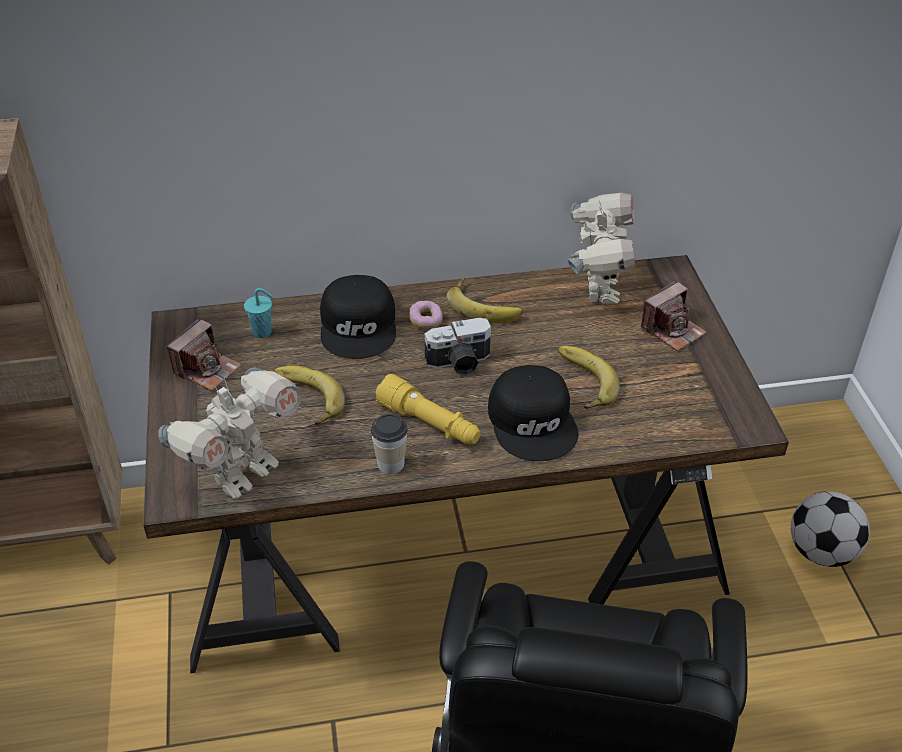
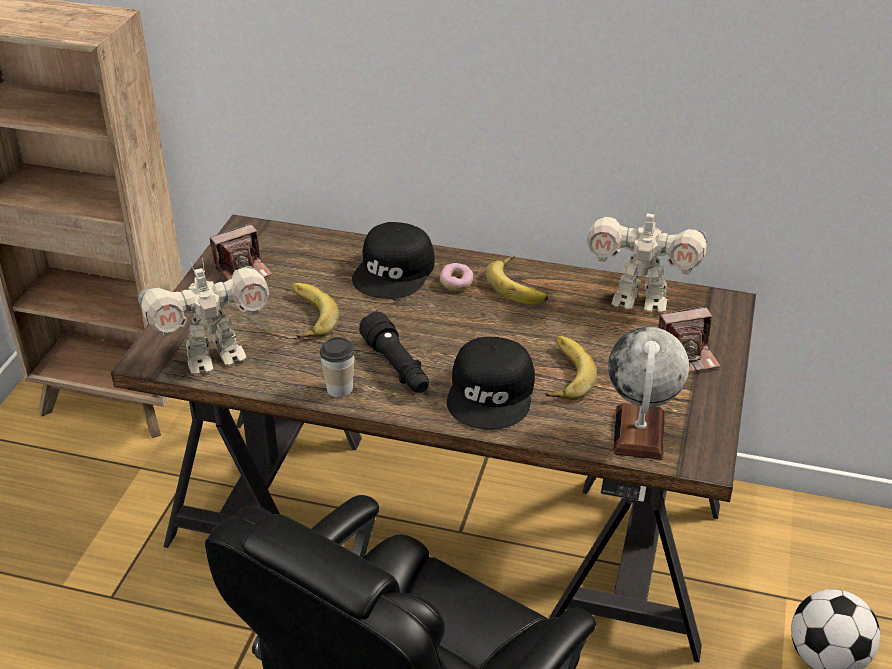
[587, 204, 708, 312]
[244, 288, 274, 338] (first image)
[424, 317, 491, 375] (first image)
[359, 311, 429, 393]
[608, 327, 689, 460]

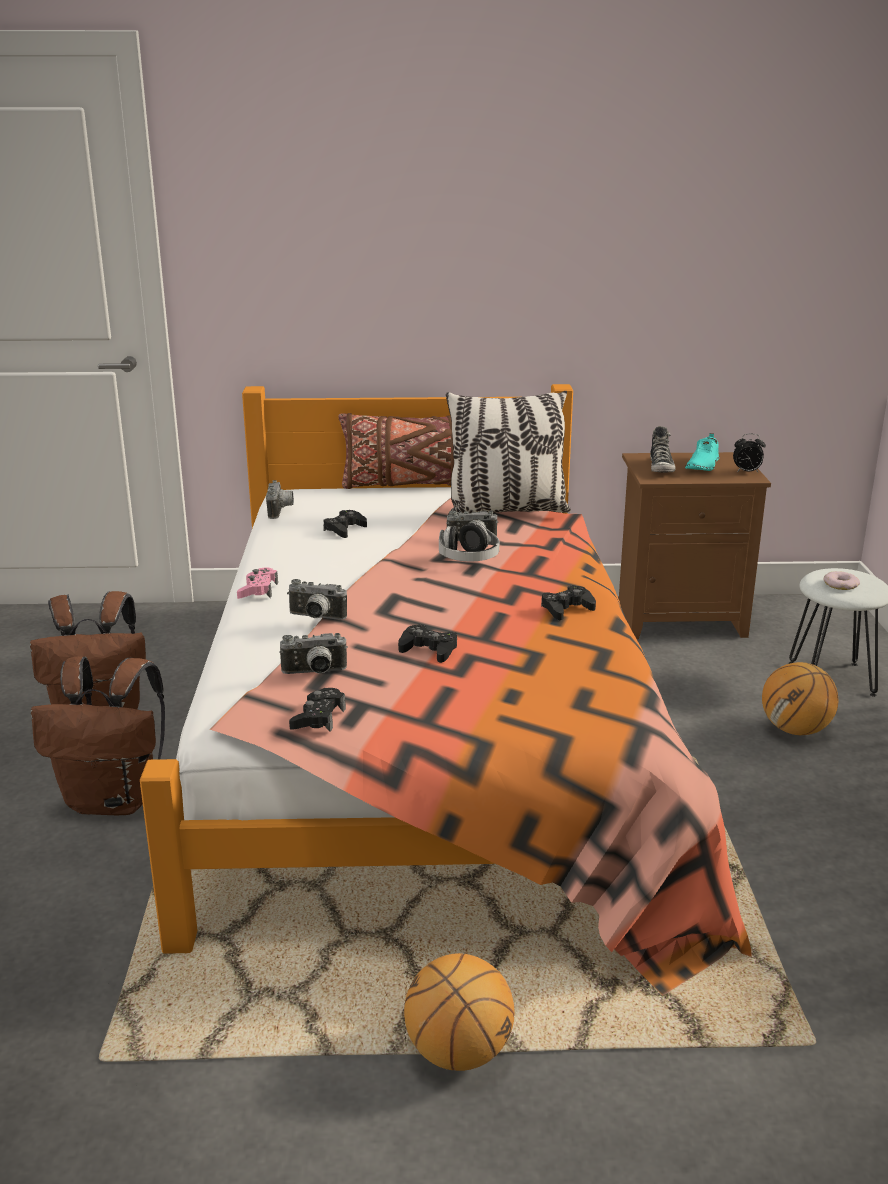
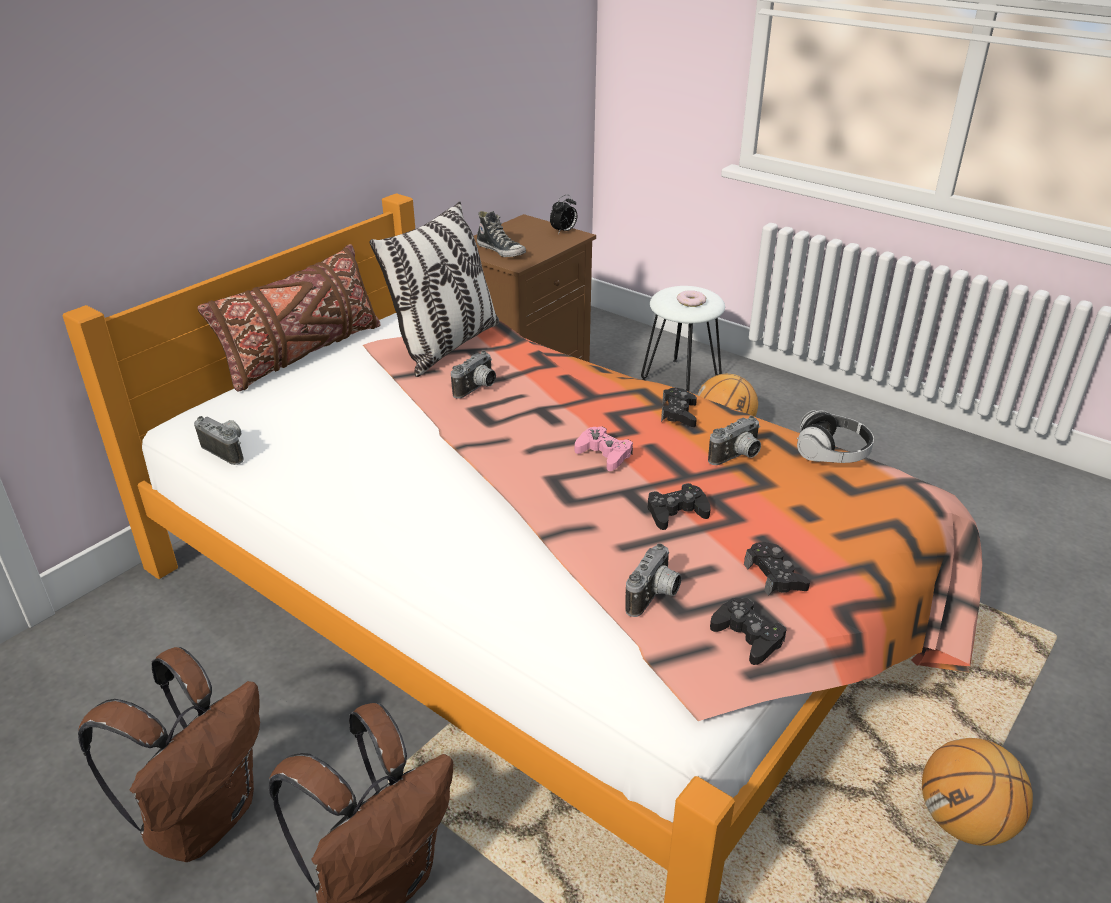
[685, 433, 719, 471] (first image)
[744, 542, 810, 596]
[797, 410, 874, 463]
[575, 426, 633, 471]
[708, 416, 761, 465]

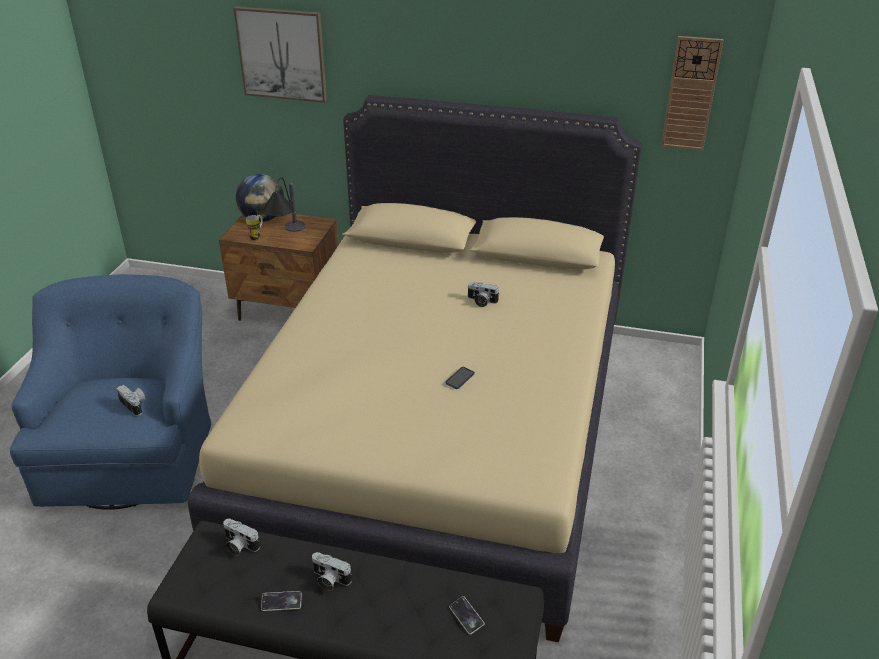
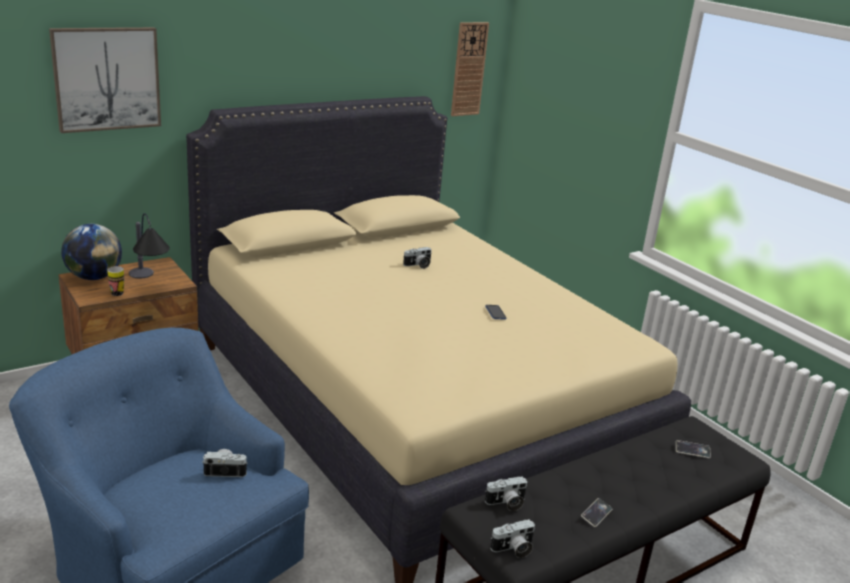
[490, 519, 535, 558]

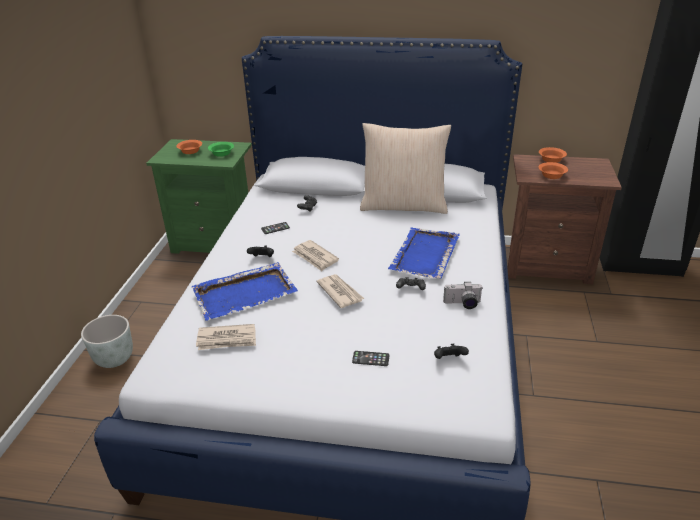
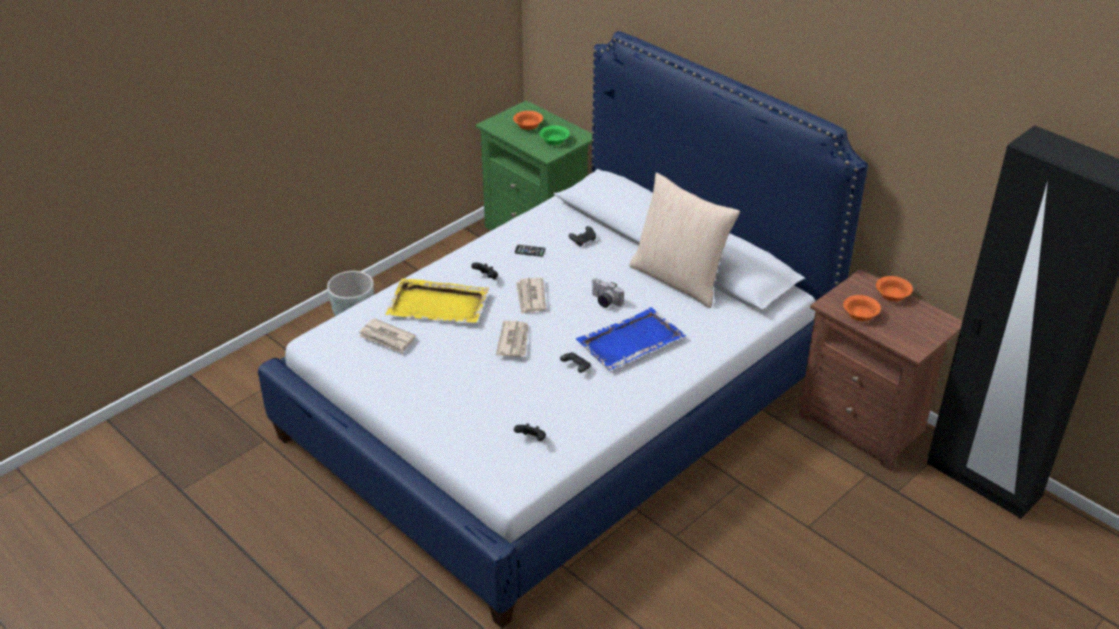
[385, 279, 489, 323]
[592, 278, 624, 308]
[352, 351, 390, 366] (first image)

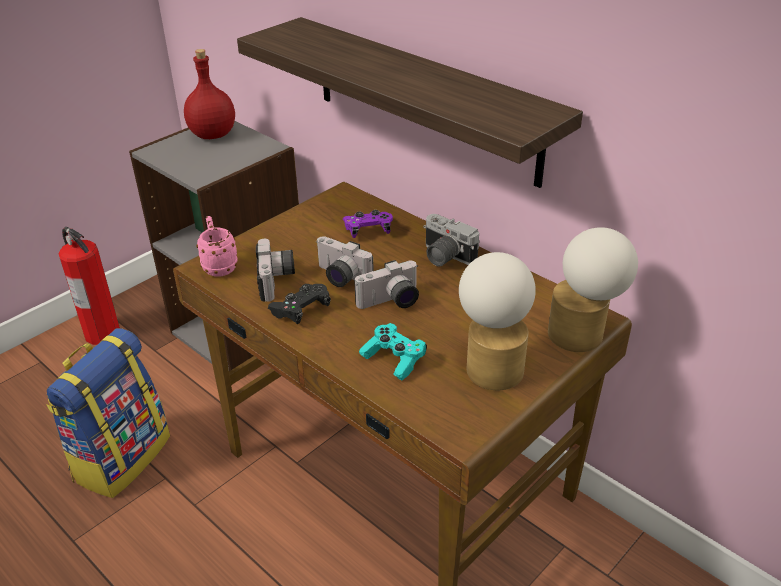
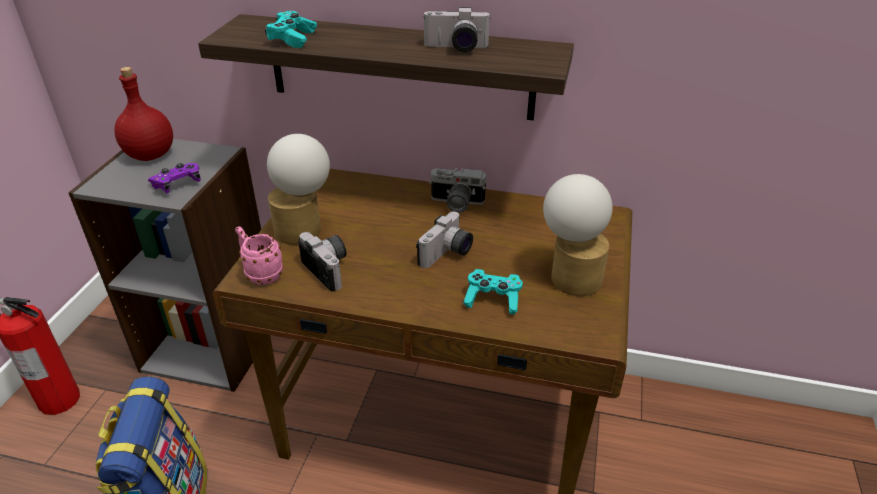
[148, 163, 200, 194]
[267, 134, 330, 245]
[423, 7, 491, 52]
[268, 284, 331, 324] (first image)
[265, 11, 317, 48]

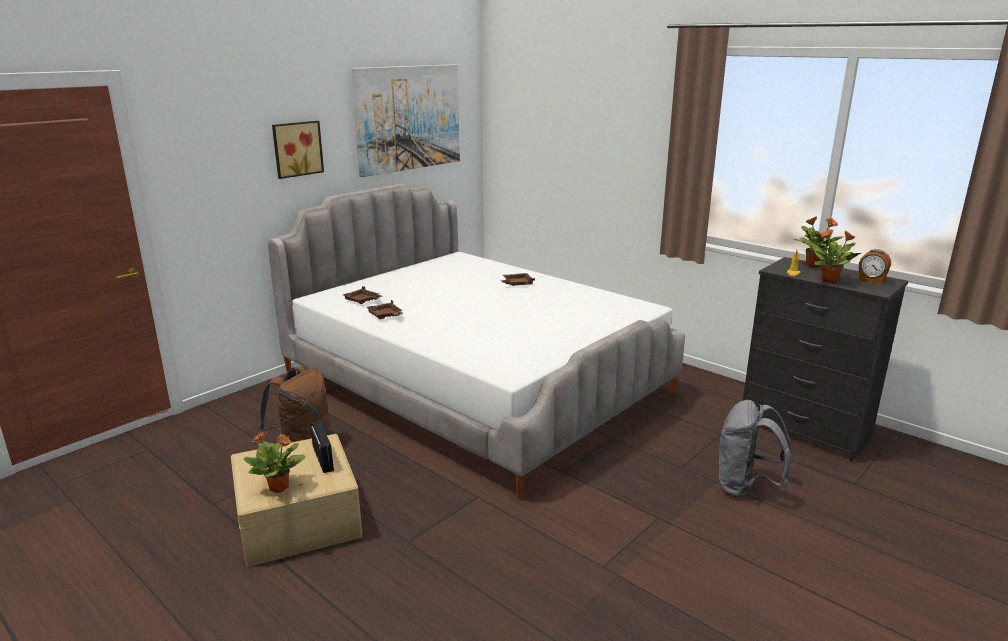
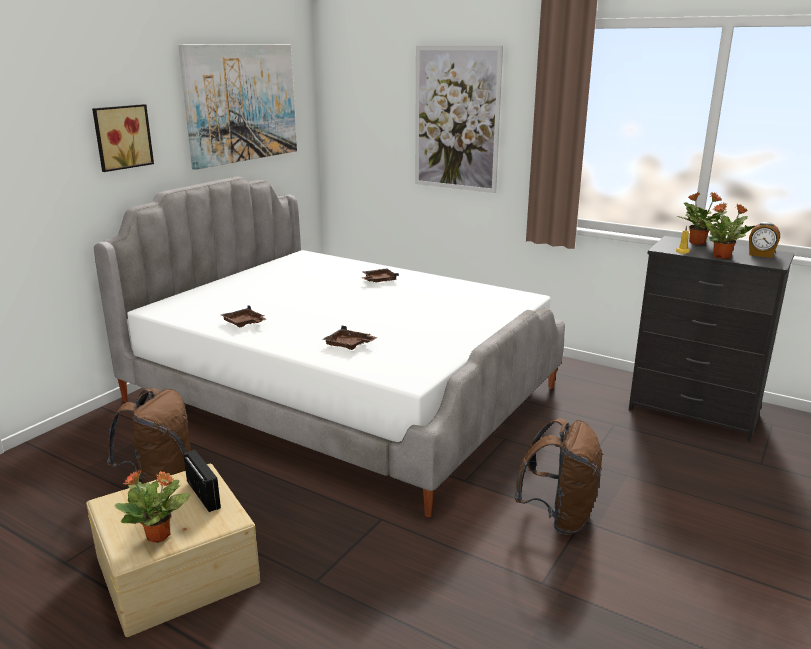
[323, 326, 377, 350]
[719, 400, 791, 498] (first image)
[415, 46, 503, 193]
[514, 418, 604, 535]

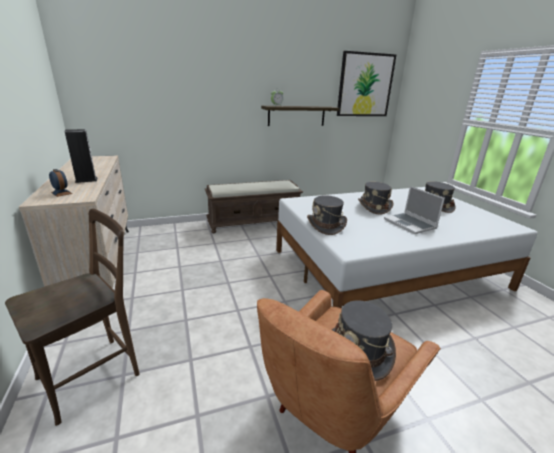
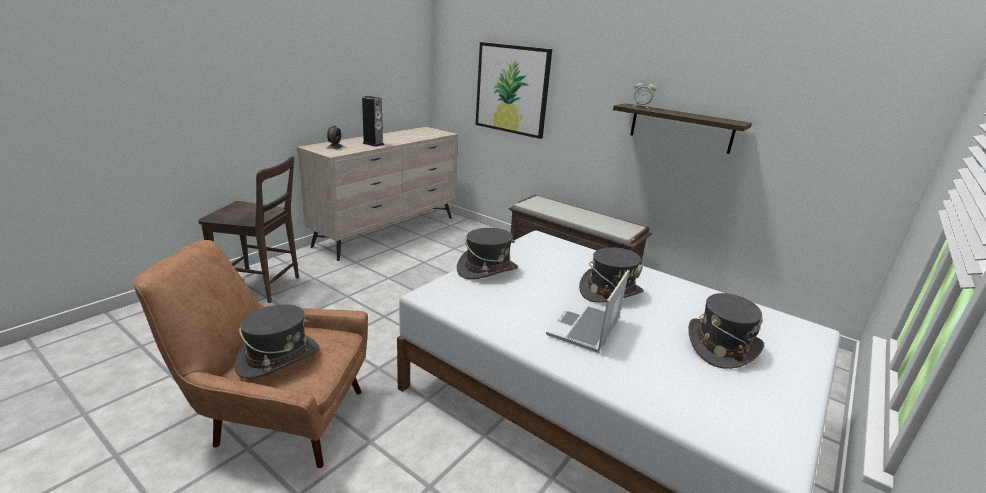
[476, 42, 552, 139]

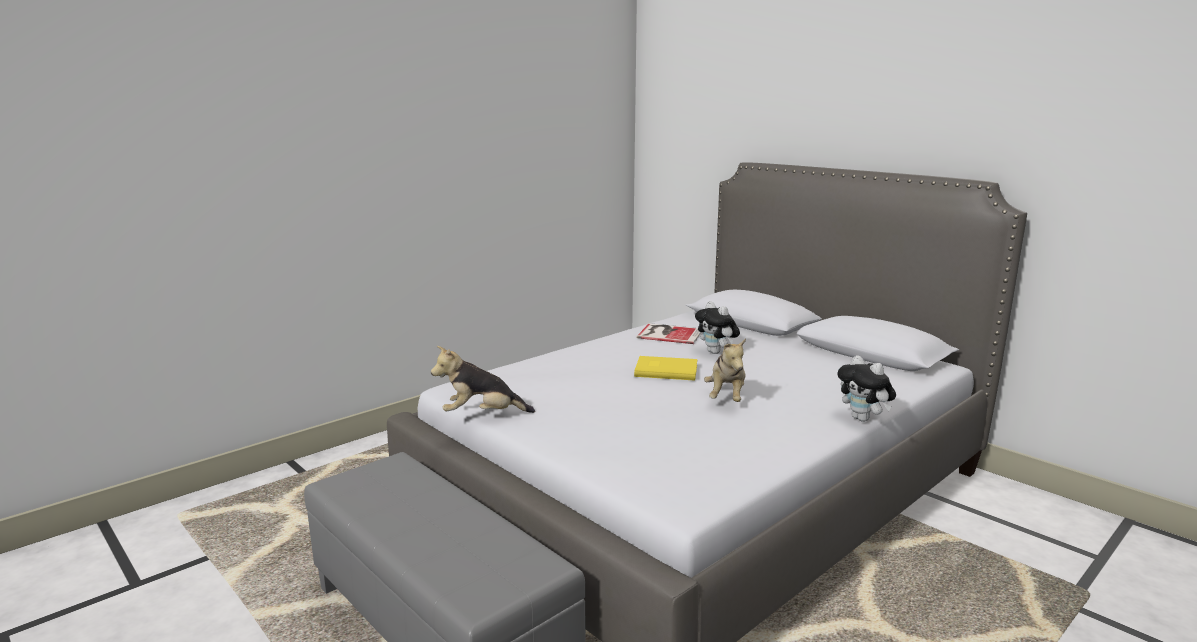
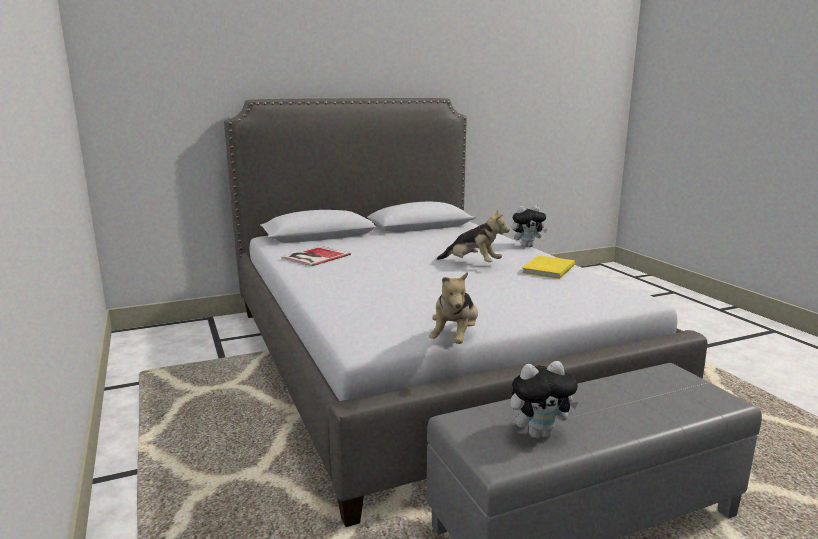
[510, 361, 578, 438]
[522, 255, 575, 279]

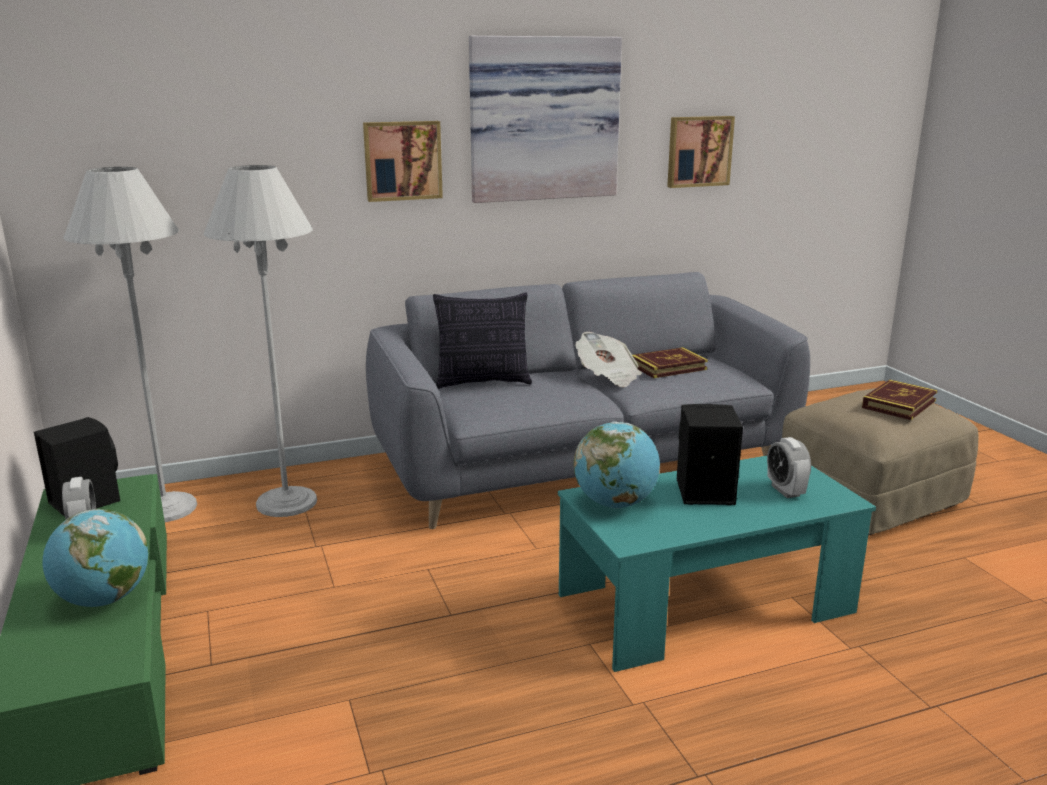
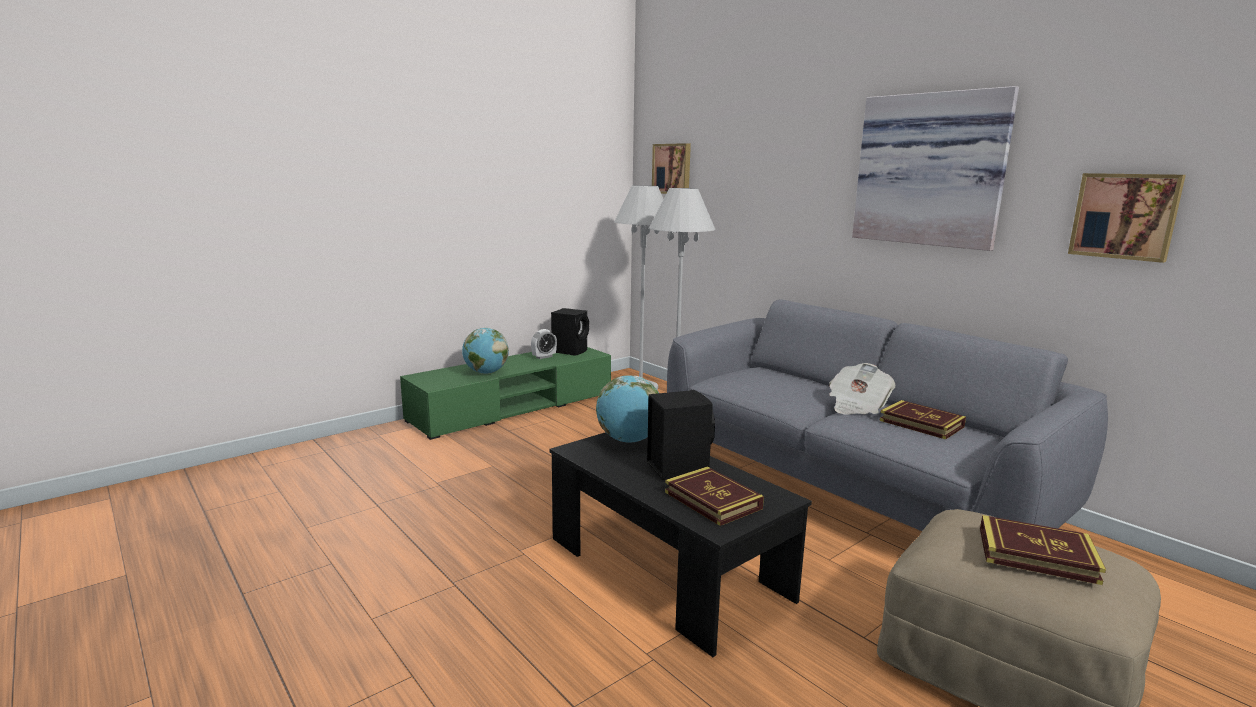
[652, 143, 691, 194]
[433, 293, 532, 389] (first image)
[665, 467, 764, 526]
[549, 432, 812, 657]

